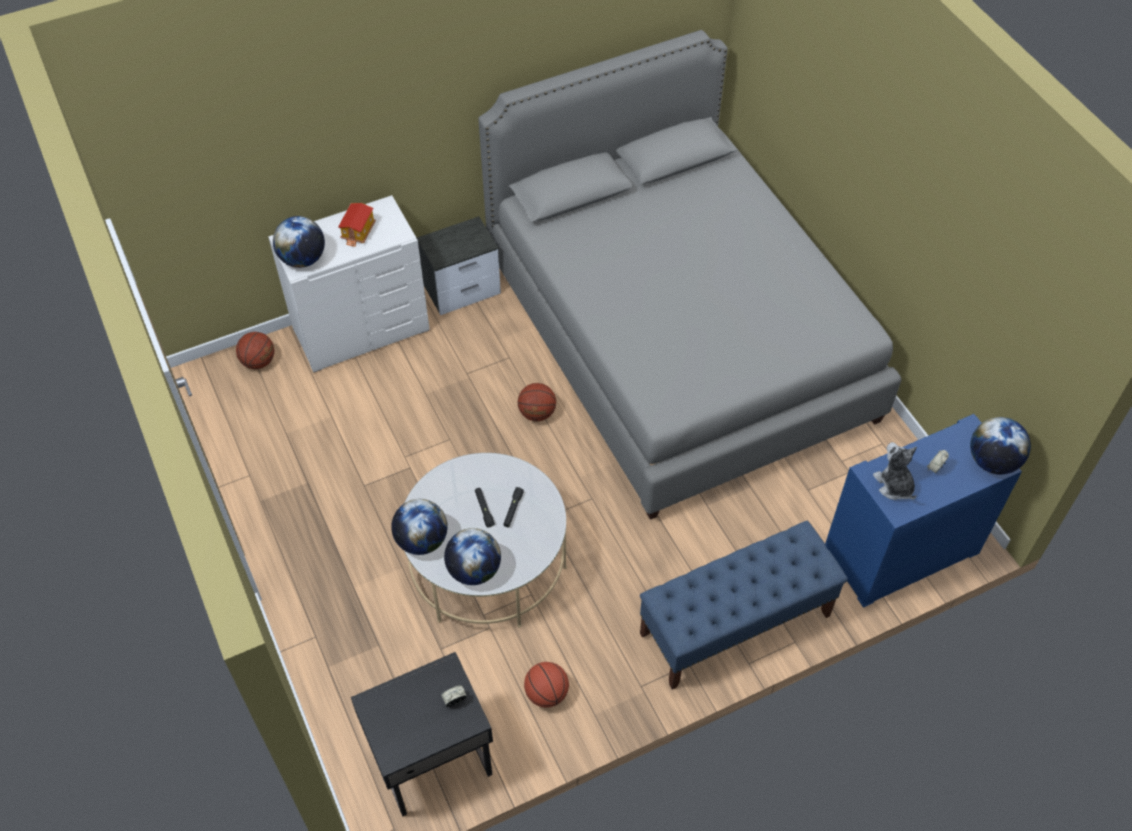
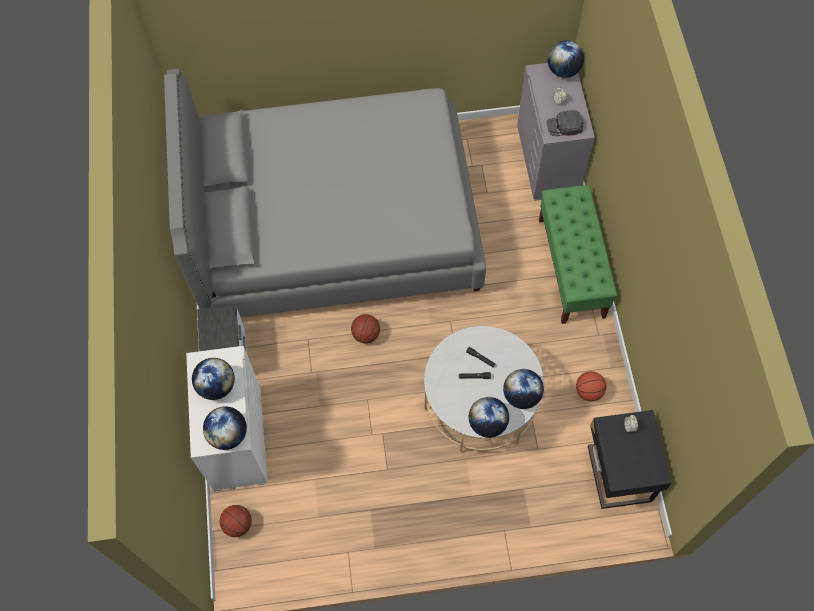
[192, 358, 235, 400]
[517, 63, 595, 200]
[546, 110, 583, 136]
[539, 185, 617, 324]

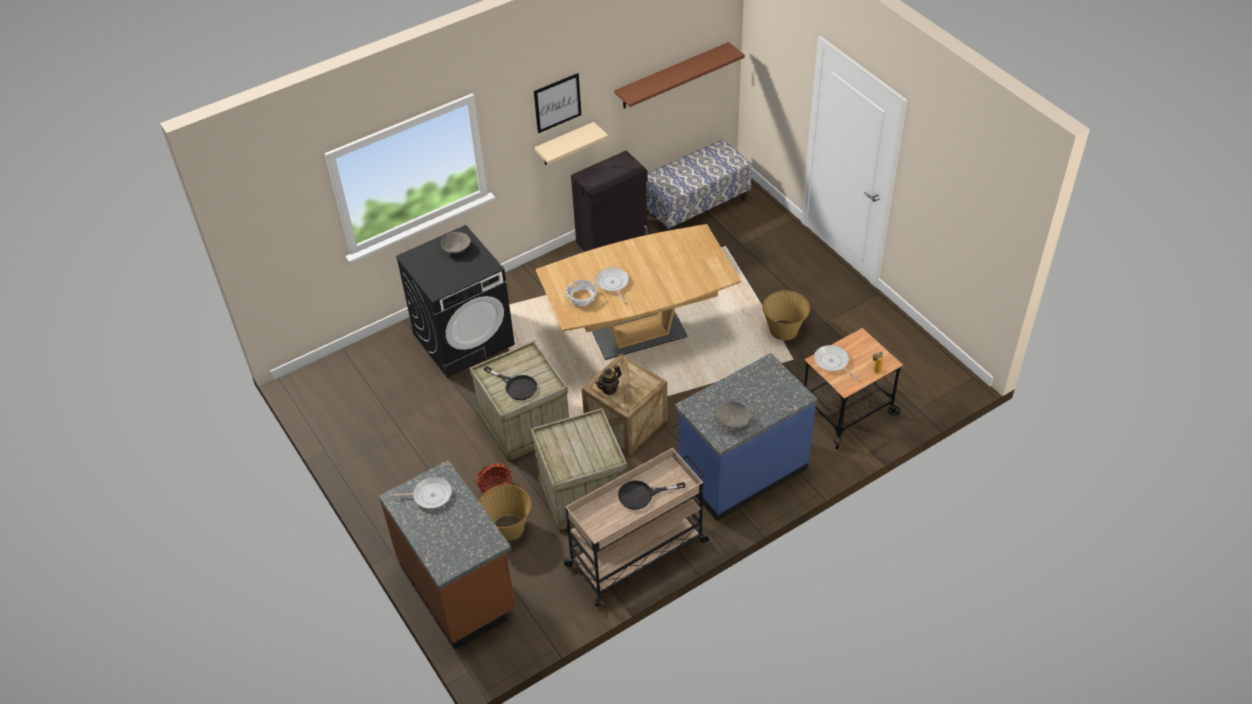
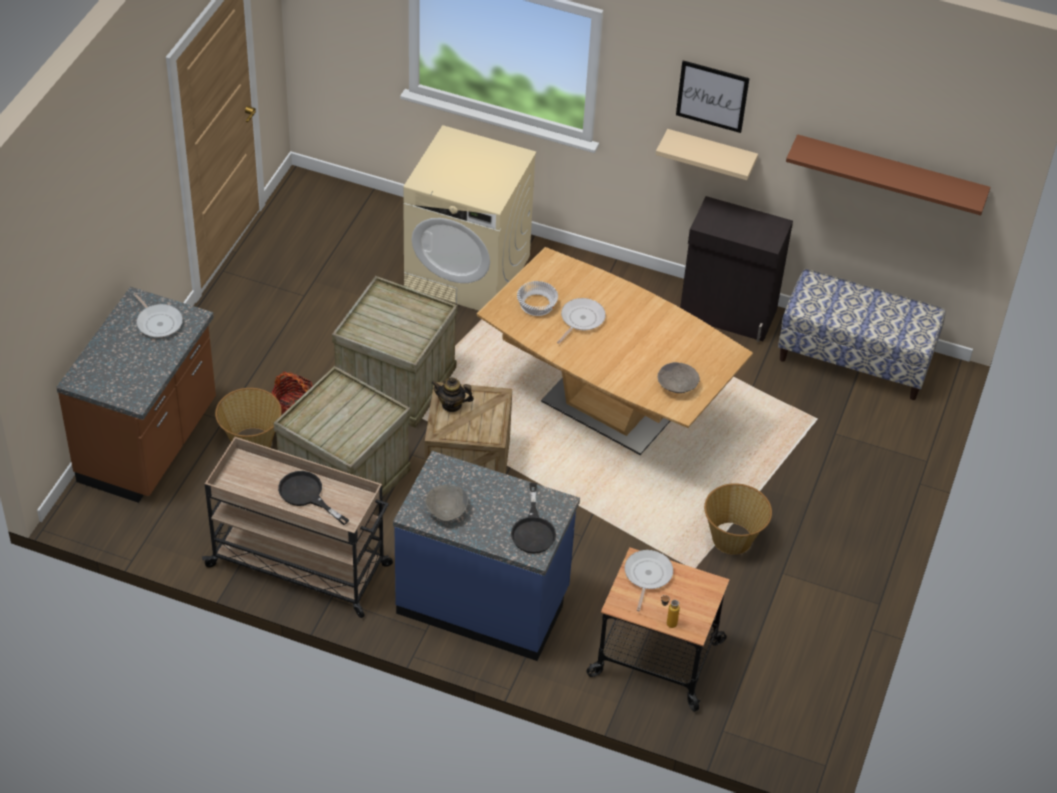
[403, 125, 537, 311]
[658, 362, 700, 393]
[511, 483, 556, 554]

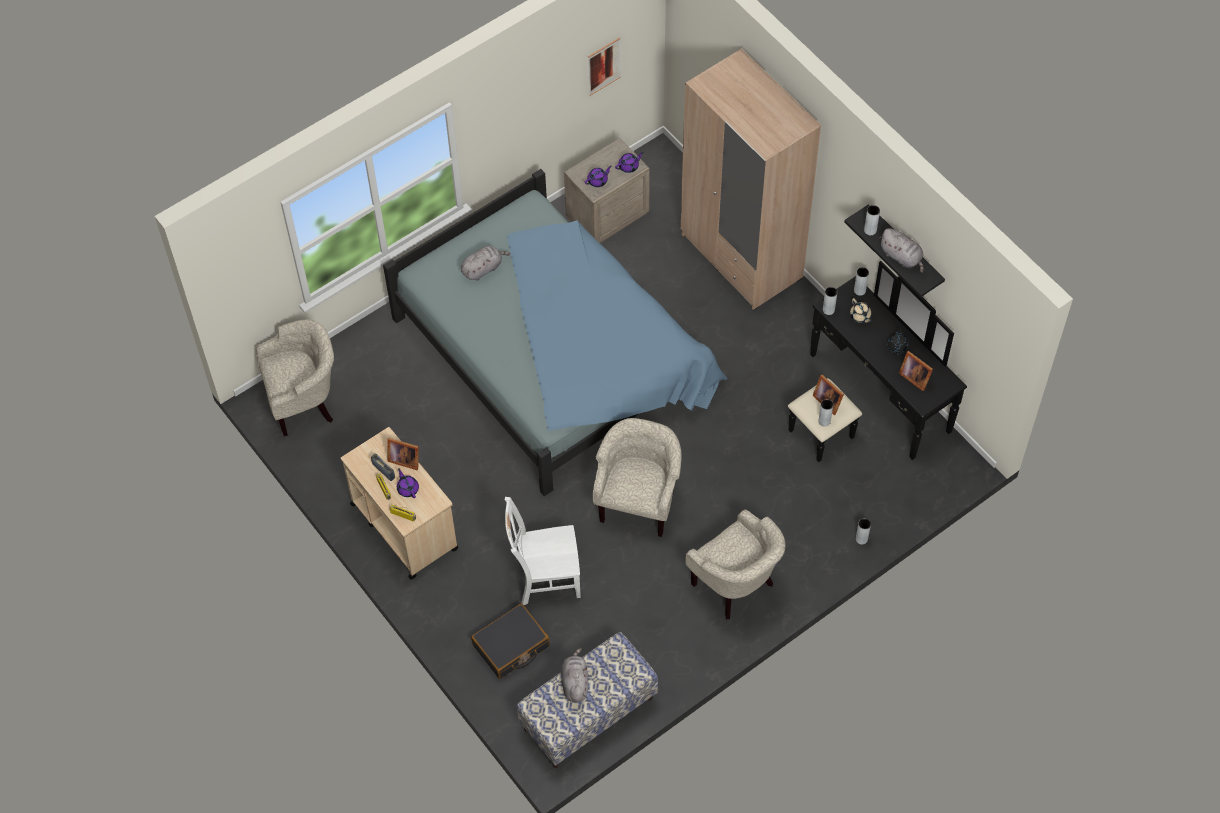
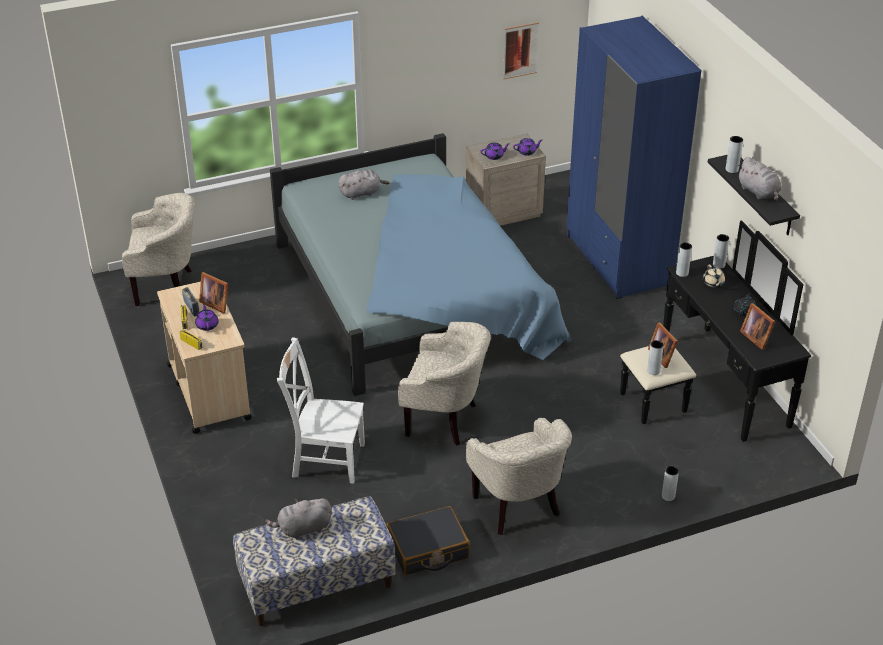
[566, 16, 701, 299]
[398, 322, 491, 446]
[387, 506, 470, 575]
[265, 498, 332, 540]

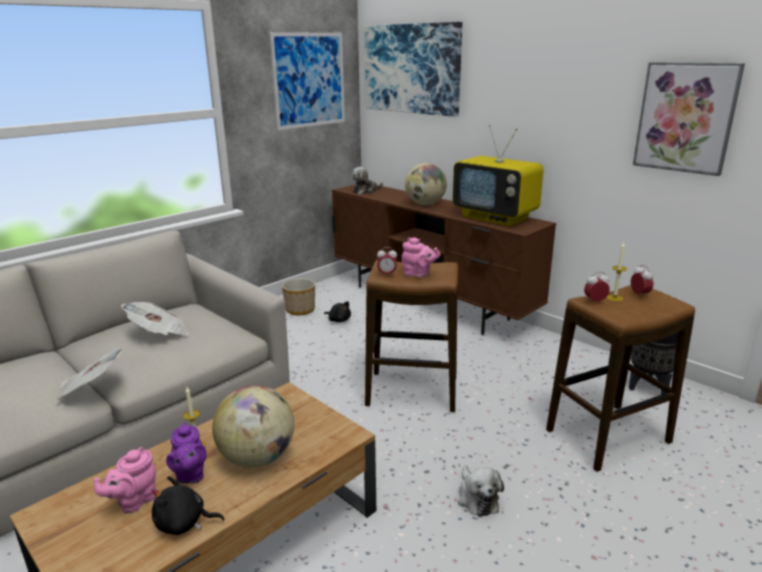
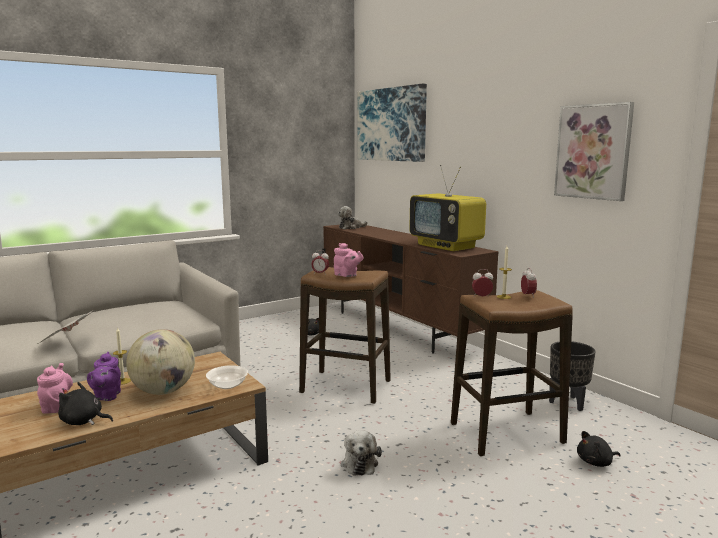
[269, 32, 345, 130] (first image)
[405, 163, 447, 205] (first image)
[282, 278, 315, 315] (first image)
[121, 302, 190, 335] (first image)
[37, 363, 73, 414]
[206, 365, 248, 389]
[577, 431, 621, 467]

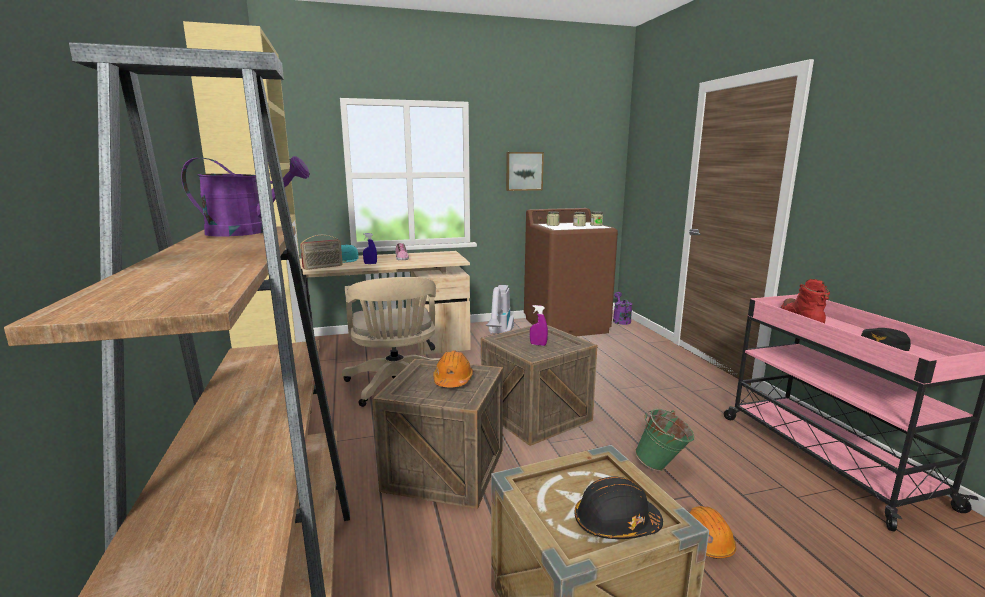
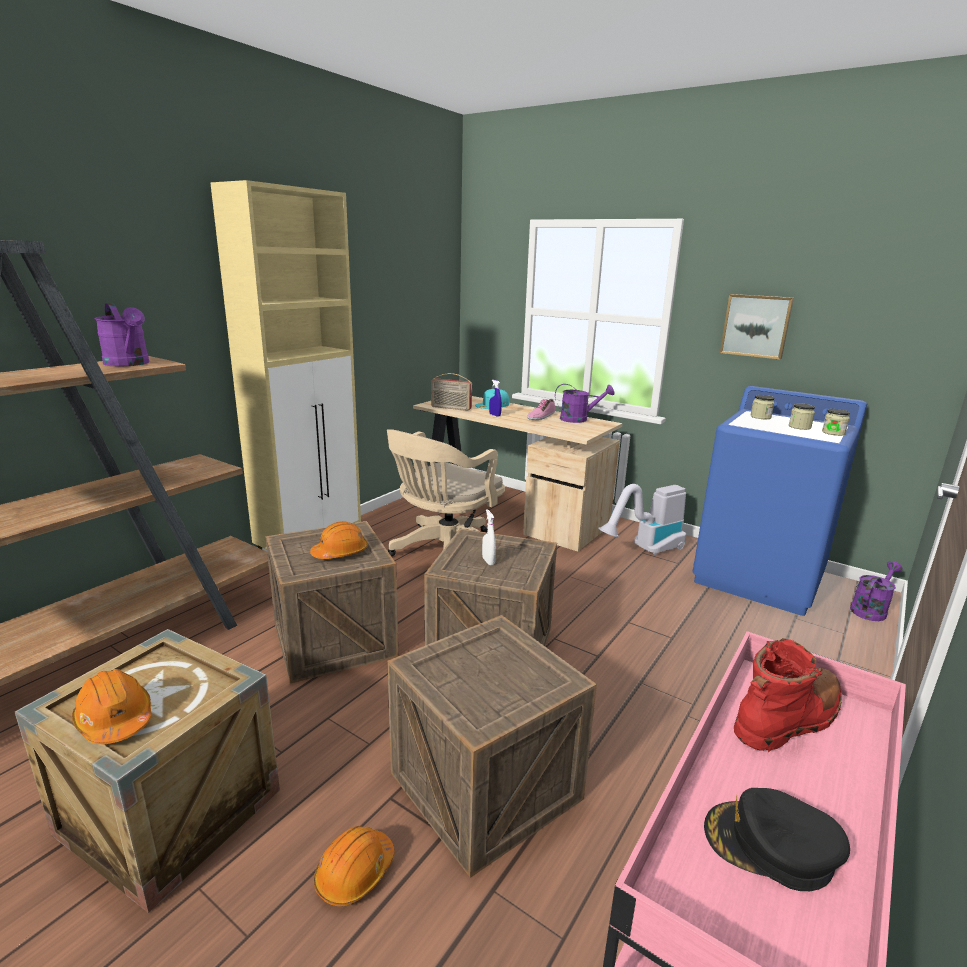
[692, 386, 867, 616]
[482, 509, 496, 566]
[387, 615, 597, 878]
[72, 669, 151, 744]
[555, 384, 615, 423]

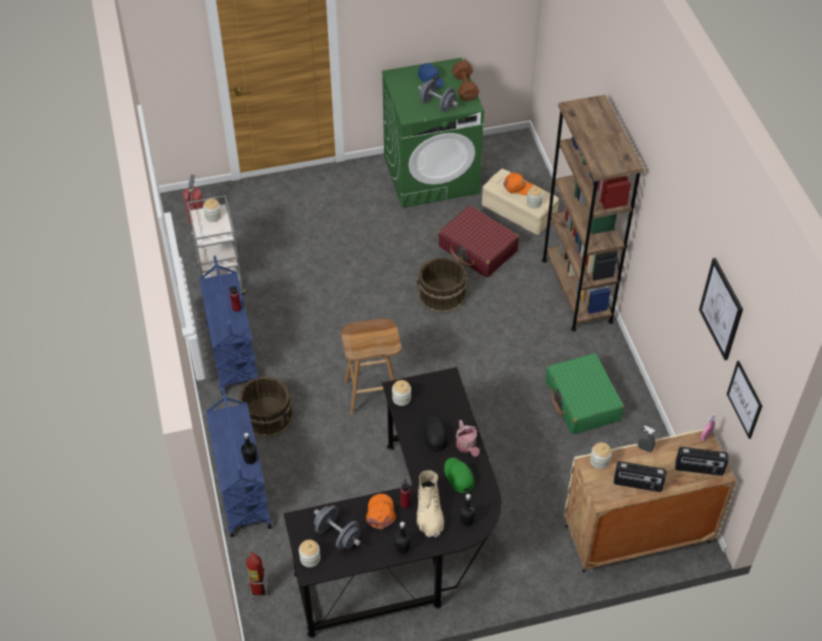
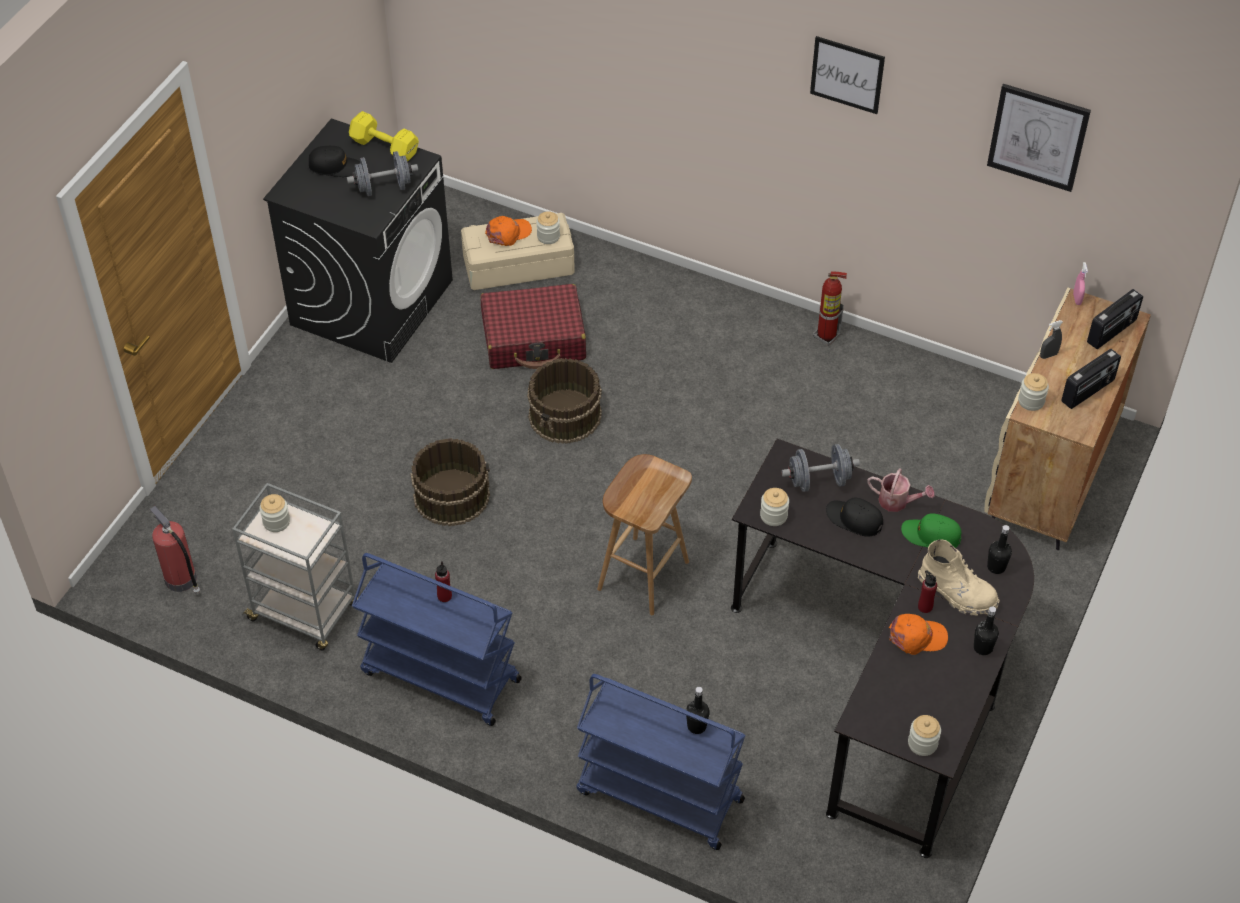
[263, 118, 453, 363]
[349, 111, 419, 161]
[309, 146, 360, 177]
[542, 95, 644, 331] (first image)
[546, 353, 624, 434] (first image)
[810, 36, 885, 114]
[410, 438, 490, 527]
[889, 614, 948, 655]
[781, 444, 860, 492]
[813, 271, 847, 346]

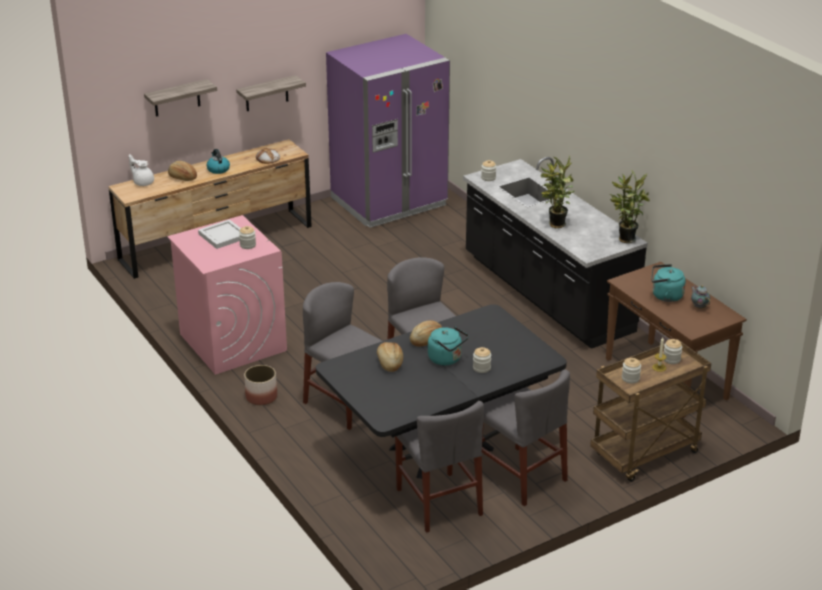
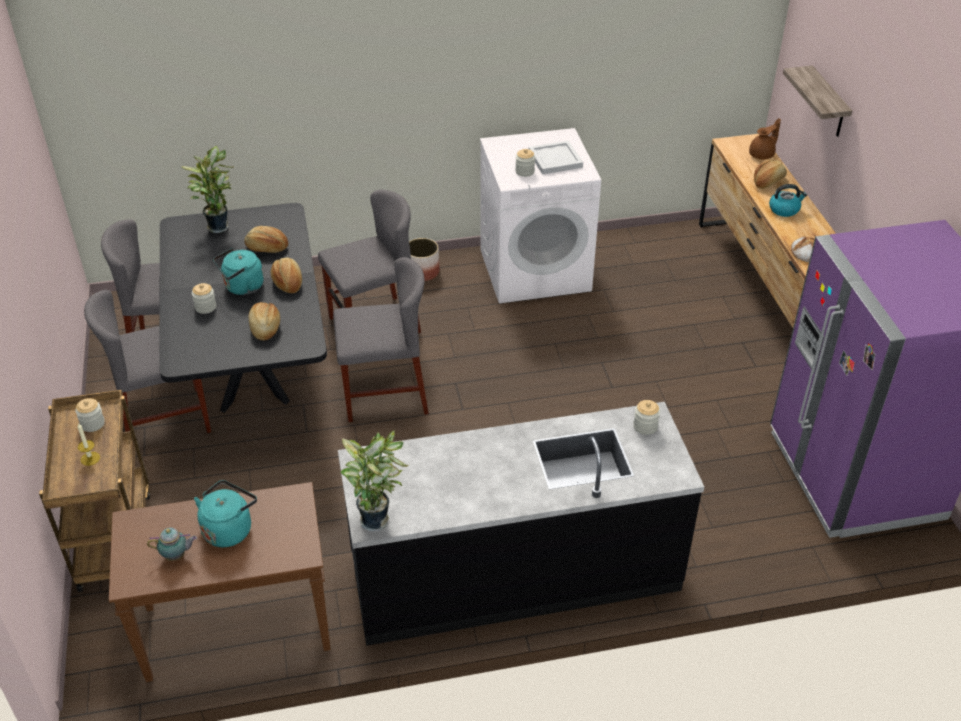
[236, 75, 306, 111] (first image)
[749, 118, 781, 160]
[181, 146, 234, 233]
[480, 128, 601, 303]
[664, 339, 682, 364] (first image)
[249, 302, 280, 340]

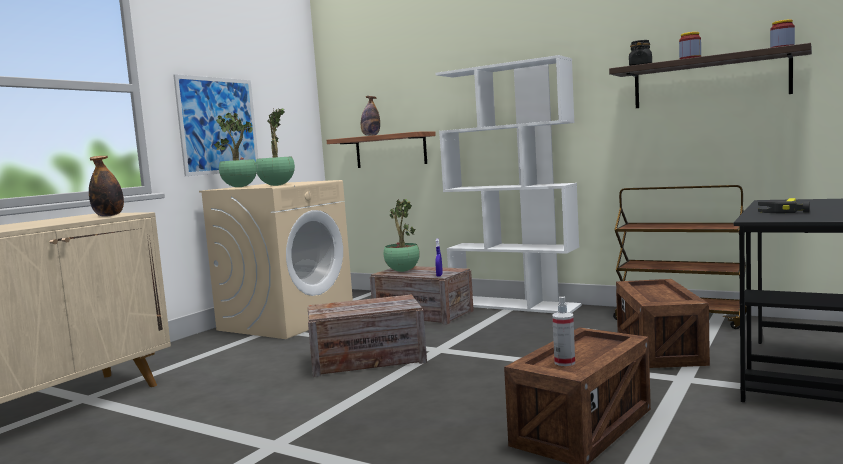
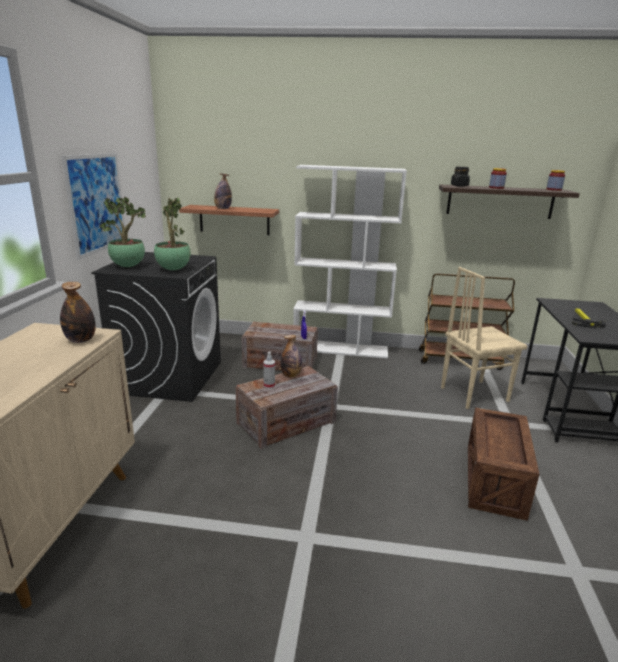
[91, 252, 221, 402]
[384, 199, 420, 272] (first image)
[441, 267, 527, 409]
[263, 352, 275, 389]
[281, 335, 302, 378]

